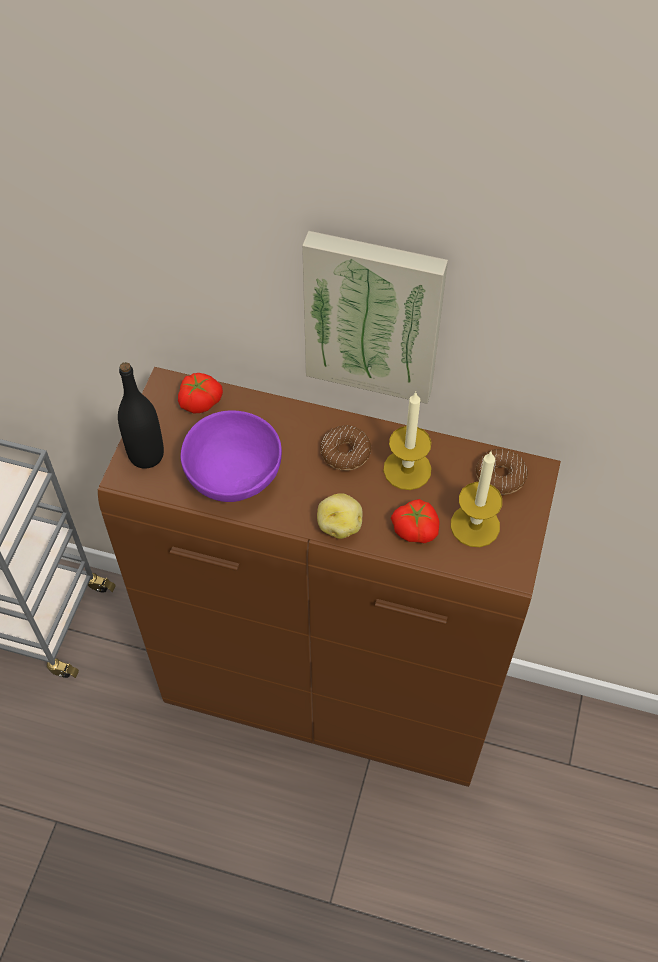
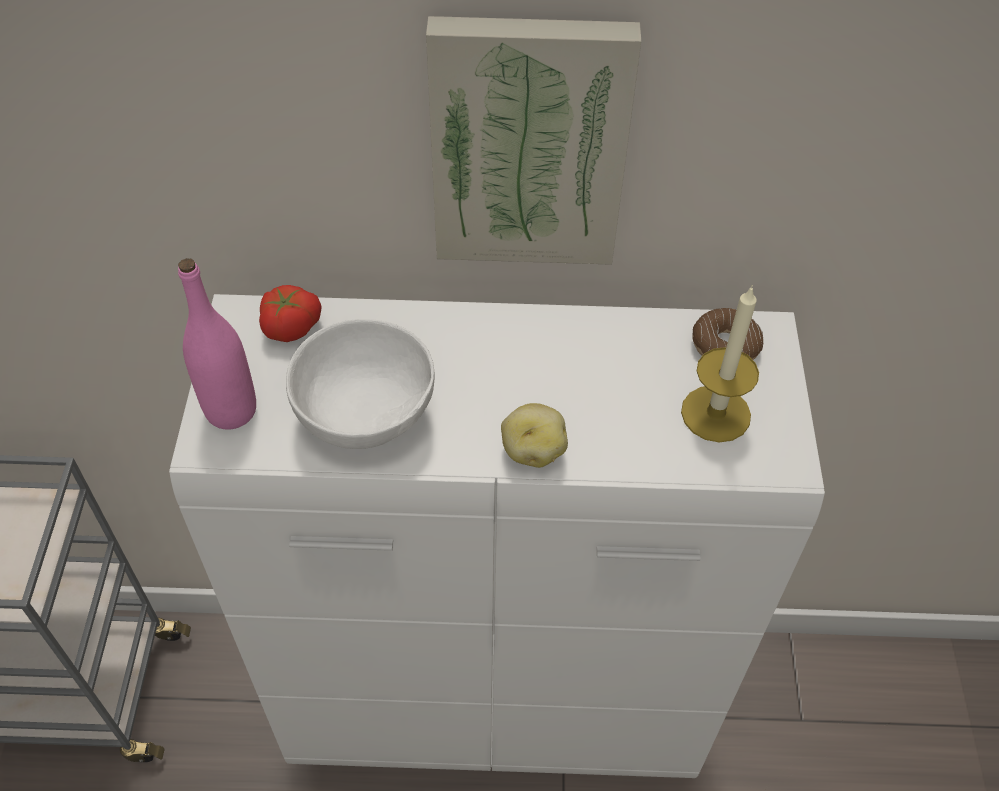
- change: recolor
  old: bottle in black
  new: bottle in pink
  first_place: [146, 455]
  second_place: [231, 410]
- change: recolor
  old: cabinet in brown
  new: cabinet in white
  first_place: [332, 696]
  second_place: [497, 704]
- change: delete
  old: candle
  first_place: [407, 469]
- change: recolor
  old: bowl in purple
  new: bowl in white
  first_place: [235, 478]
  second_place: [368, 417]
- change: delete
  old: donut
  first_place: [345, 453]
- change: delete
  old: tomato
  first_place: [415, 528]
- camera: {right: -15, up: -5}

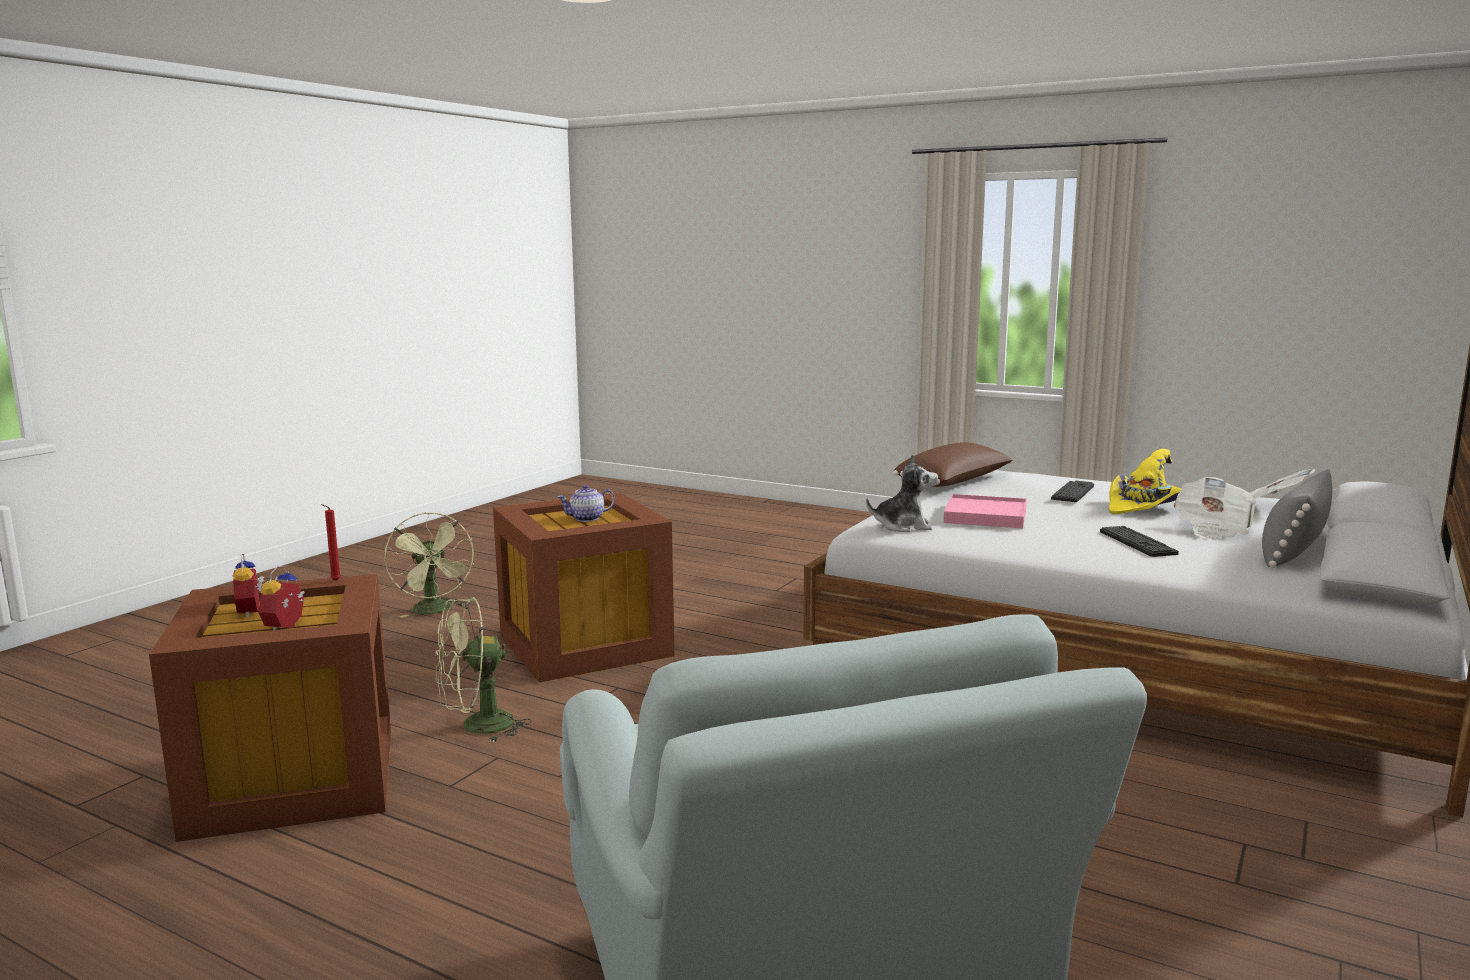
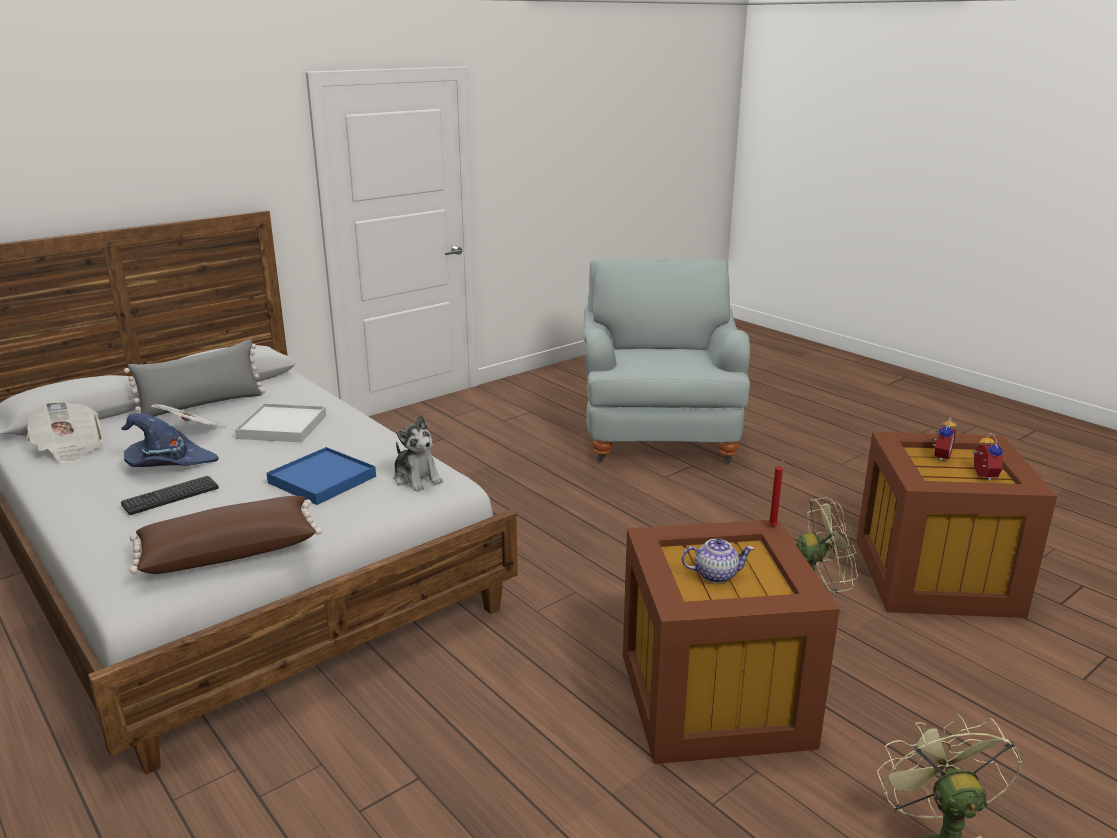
- change: recolor
  old: hat in yellow
  new: hat in blue
  first_place: [1144, 507]
  second_place: [168, 464]
- change: rotate
  old: plush toy
  first_place: [903, 526]
  second_place: [417, 478]
  degrees: -150
- change: recolor
  old: tray in pink
  new: tray in blue
  first_place: [985, 516]
  second_place: [322, 480]
- change: move
  old: candle in red
  first_place: [334, 581]
  second_place: [773, 526]
- change: replace
  old: keyboard
  new: tray in white
  first_place: [1137, 542]
  second_place: [282, 427]
- camera: {right: -160, up: 10}

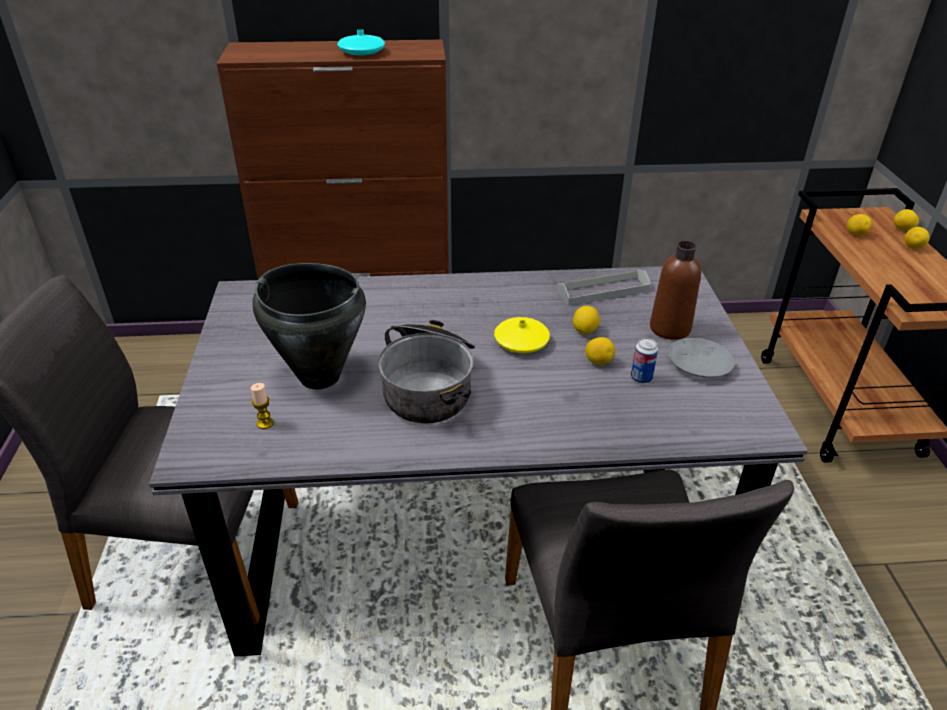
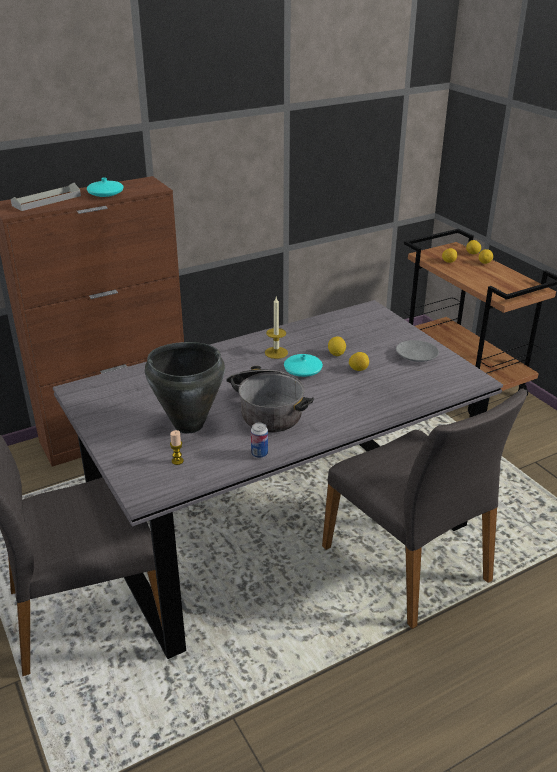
- change: delete
  old: bottle in brown
  first_place: [670, 328]
- change: move
  old: tray in grey
  first_place: [603, 290]
  second_place: [47, 200]
- change: recolor
  old: vase in yellow
  new: vase in turquoise
  first_place: [521, 342]
  second_place: [303, 370]
- change: move
  old: can
  first_place: [641, 378]
  second_place: [259, 454]
- change: insert
  new: candle
  second_place: [276, 352]
- camera: {right: -25, up: -5}

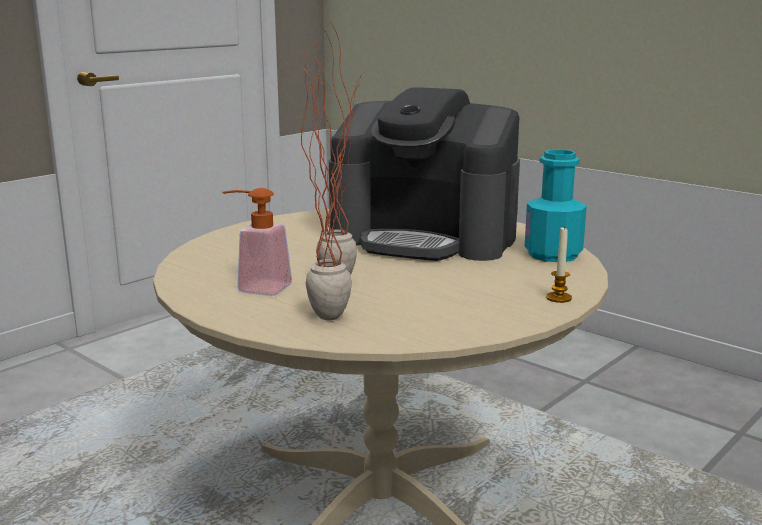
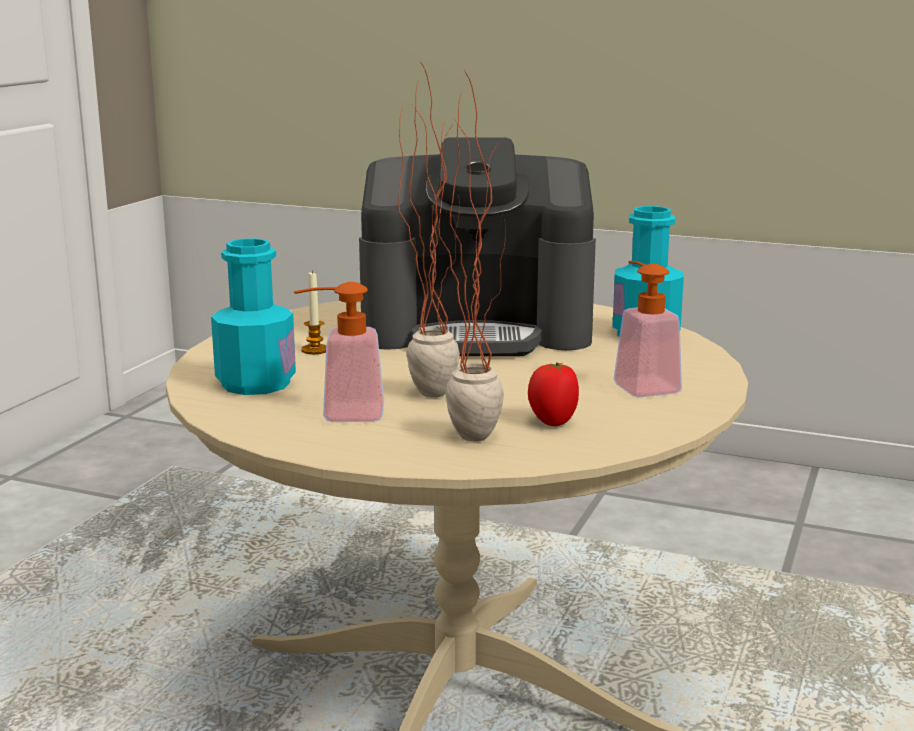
- change: move
  old: candle
  first_place: [558, 298]
  second_place: [315, 350]
- change: insert
  new: bottle in turquoise
  second_place: [256, 383]
- change: insert
  new: soap dispenser
  second_place: [641, 385]
- change: insert
  new: tomato
  second_place: [552, 422]
- camera: {right: -20, up: 0}

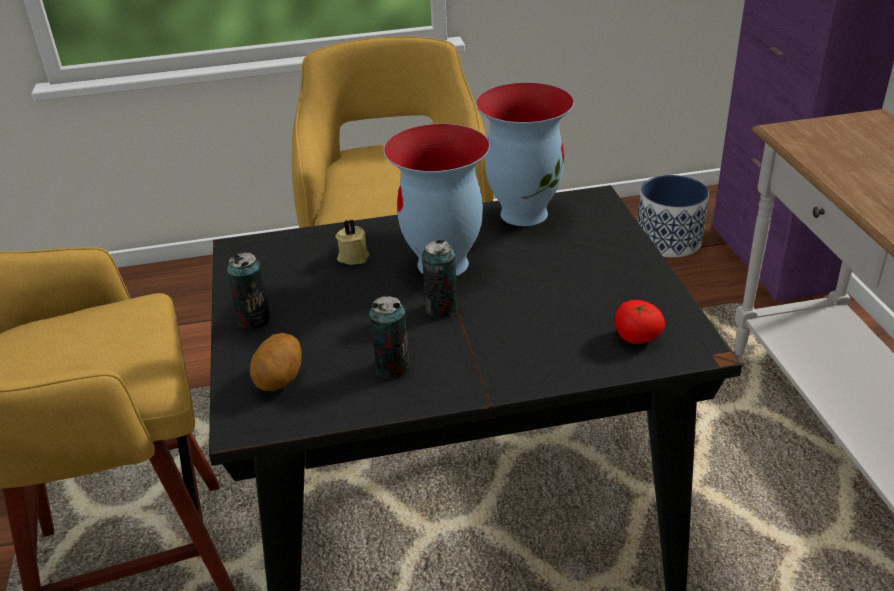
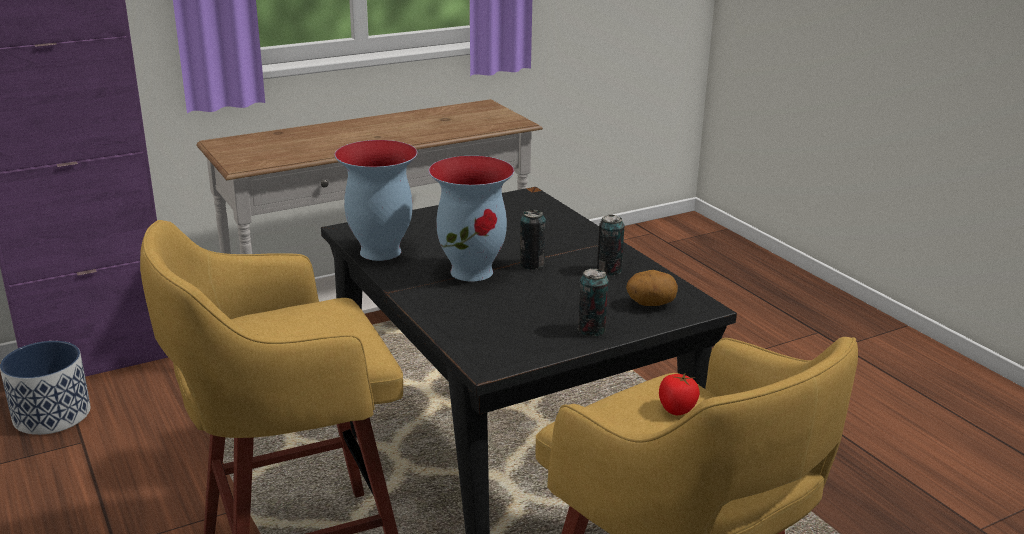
- change: delete
  old: candle in beige
  first_place: [353, 256]
- change: move
  old: tomato
  first_place: [636, 338]
  second_place: [677, 409]
- camera: {right: -110, up: -10}

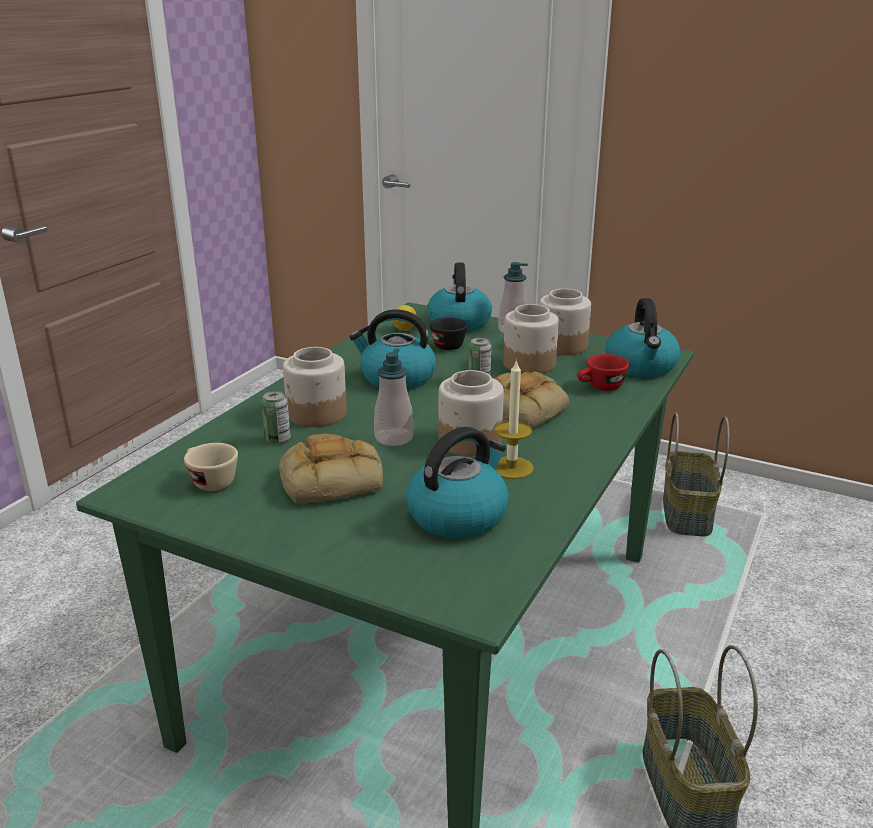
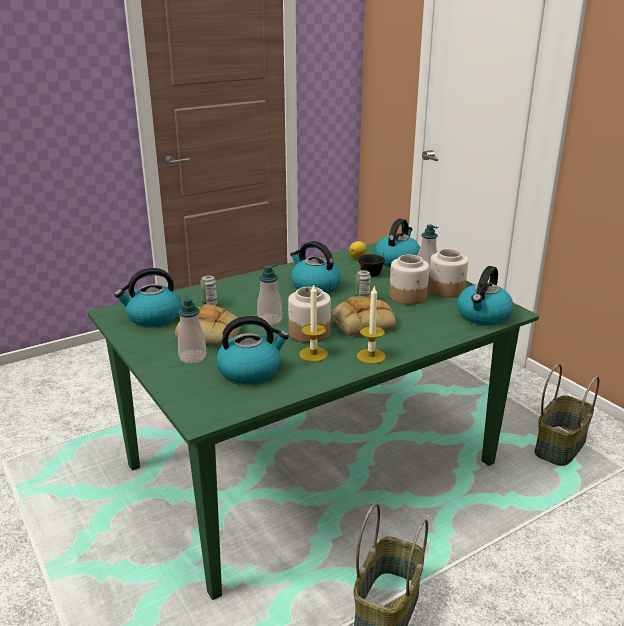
- change: delete
  old: jar
  first_place: [316, 414]
- change: delete
  old: cup in red
  first_place: [600, 387]
- change: replace
  old: cup in beige
  new: kettle
  first_place: [209, 481]
  second_place: [153, 317]
- change: insert
  new: candle
  second_place: [371, 356]
- change: insert
  new: soap dispenser
  second_place: [192, 357]
- camera: {right: 30, up: 0}

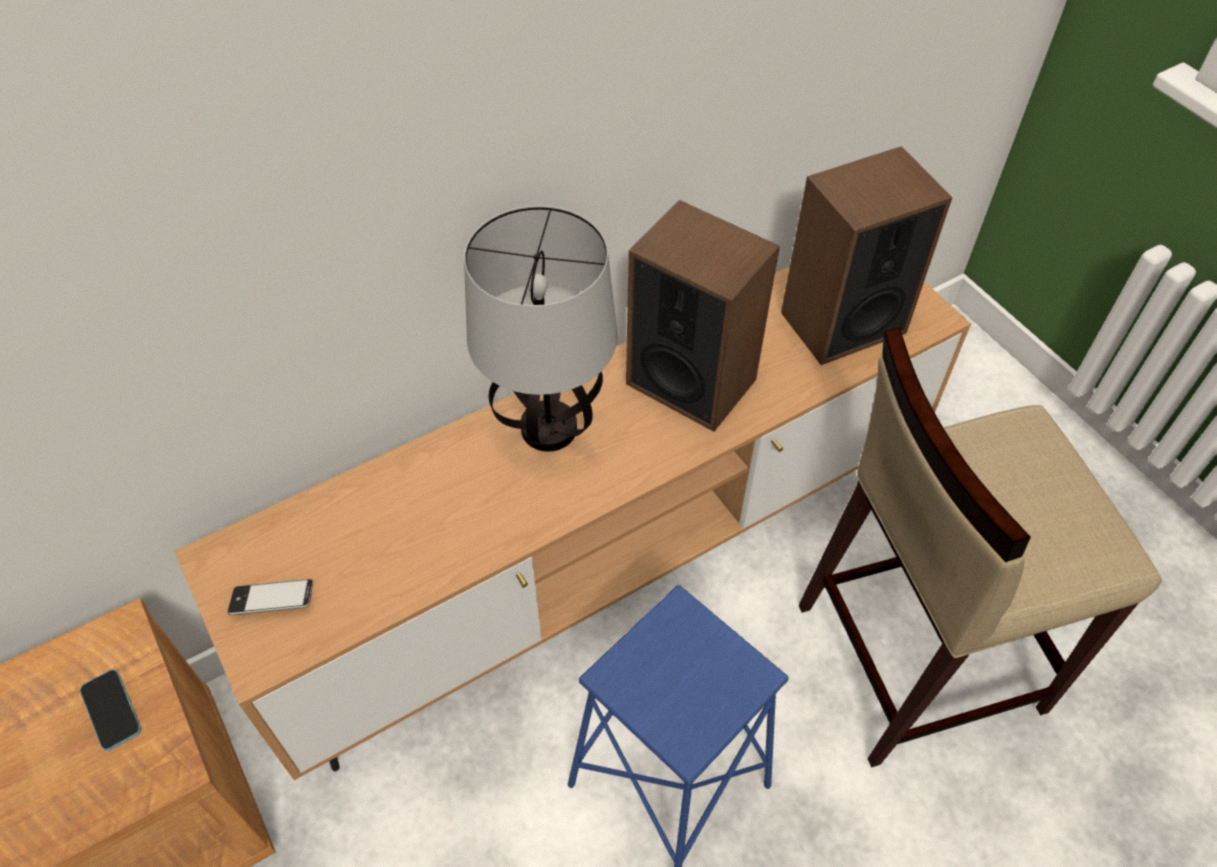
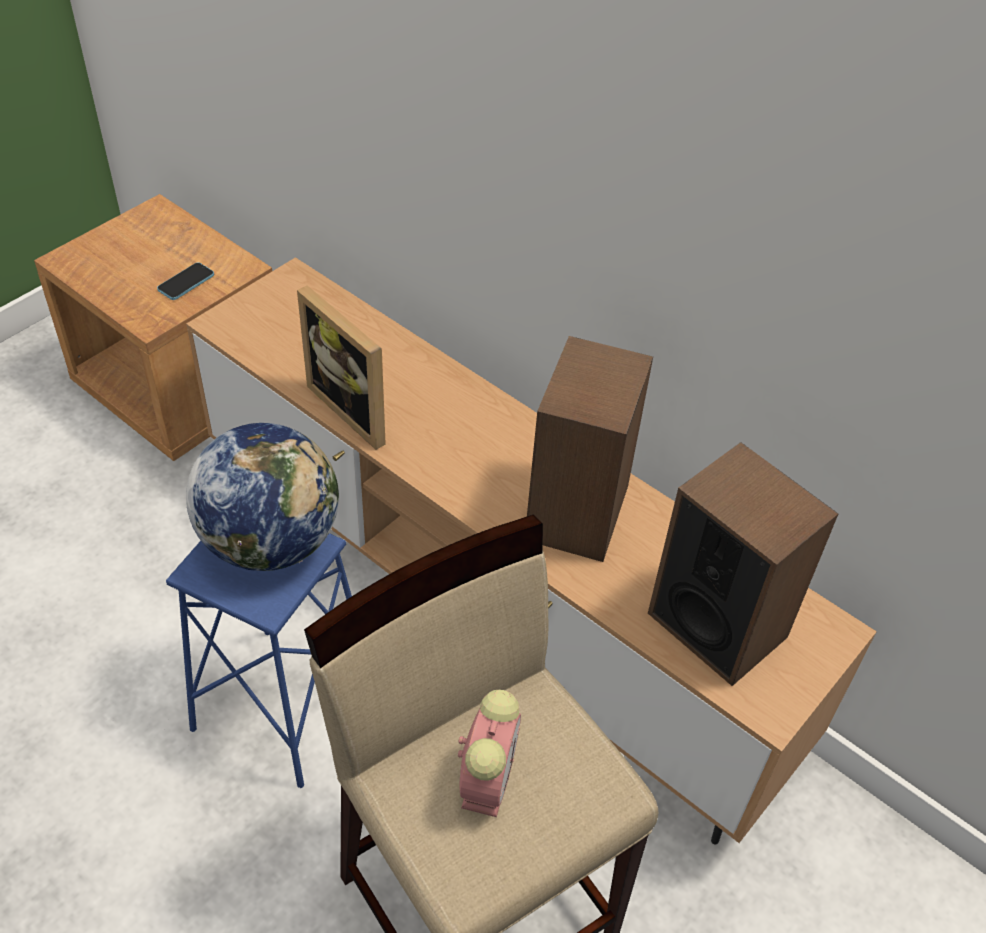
- change: delete
  old: table lamp
  first_place: [550, 429]
- change: delete
  old: phone
  first_place: [273, 600]
- change: insert
  new: picture frame
  second_place: [356, 408]
- change: insert
  new: globe
  second_place: [271, 541]
- change: insert
  new: alarm clock
  second_place: [487, 777]
- camera: {right: 70, up: -5}

